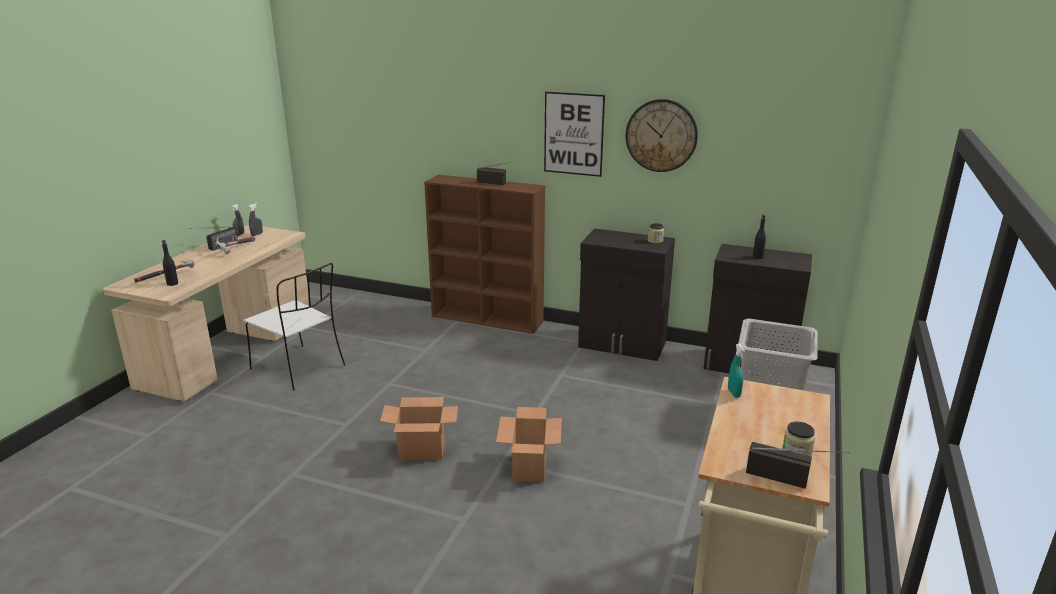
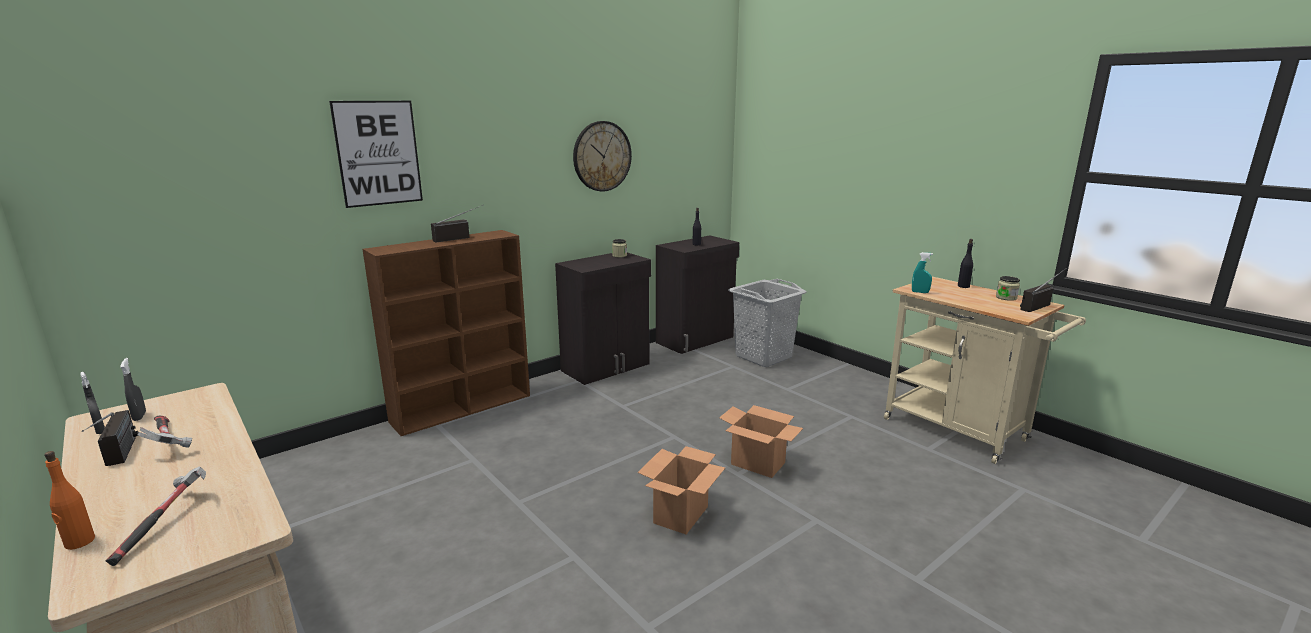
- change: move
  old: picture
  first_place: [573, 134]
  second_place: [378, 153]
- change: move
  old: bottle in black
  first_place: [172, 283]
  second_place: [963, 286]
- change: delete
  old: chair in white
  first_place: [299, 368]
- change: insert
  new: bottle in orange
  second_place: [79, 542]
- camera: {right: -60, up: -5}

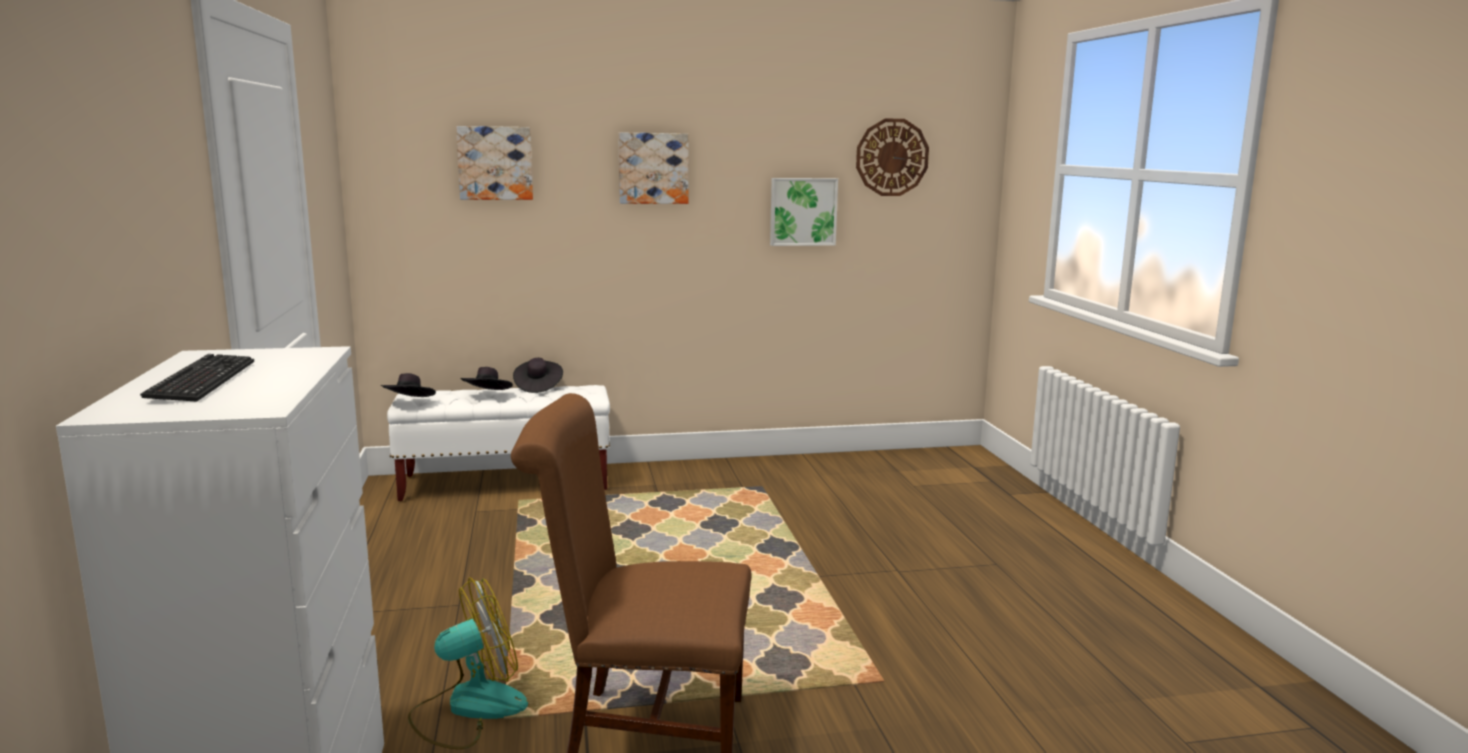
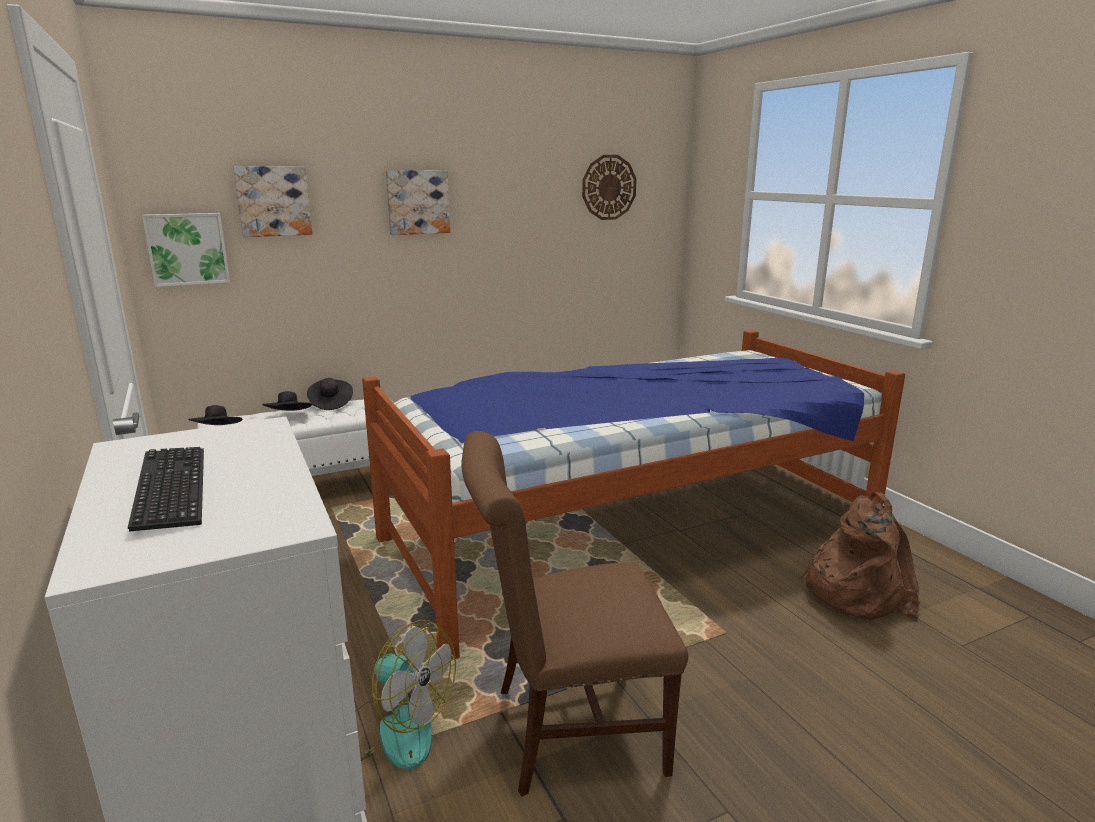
- change: move
  old: picture
  first_place: [802, 211]
  second_place: [187, 249]
- change: rotate
  old: fan
  first_place: [468, 708]
  second_place: [393, 731]
  degrees: 75
- change: insert
  new: bed
  second_place: [628, 533]
- change: insert
  new: backpack in brown
  second_place: [854, 591]
- camera: {right: -15, up: 5}

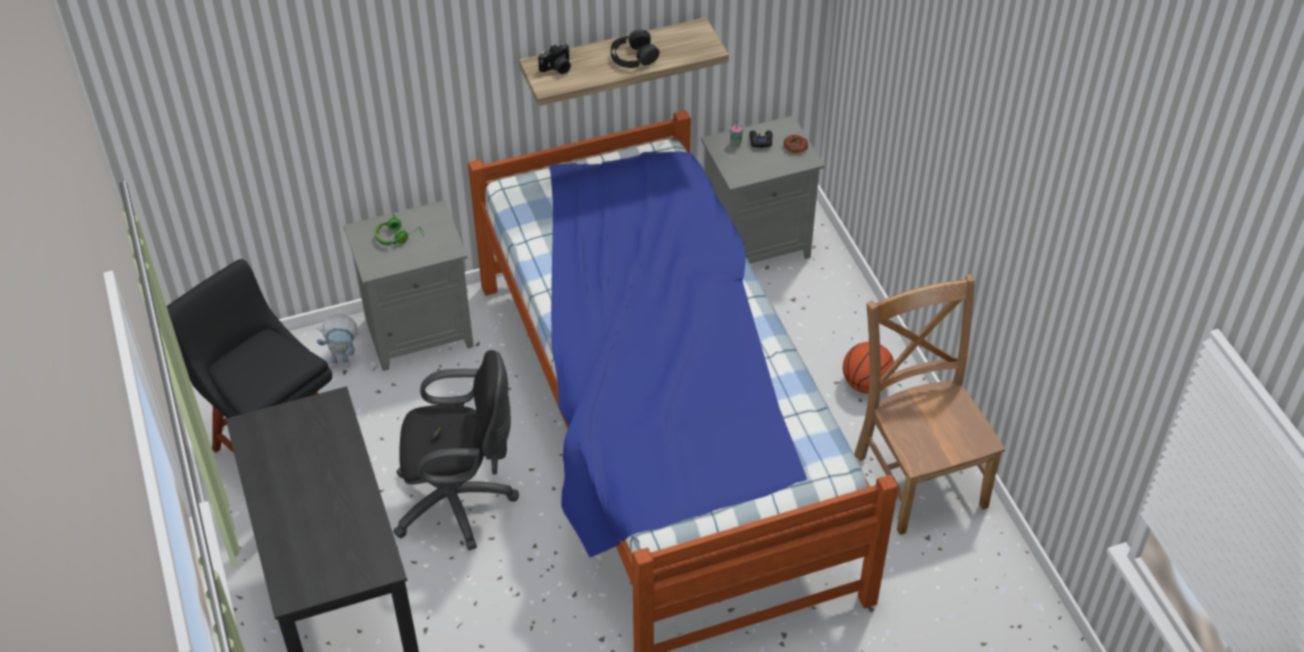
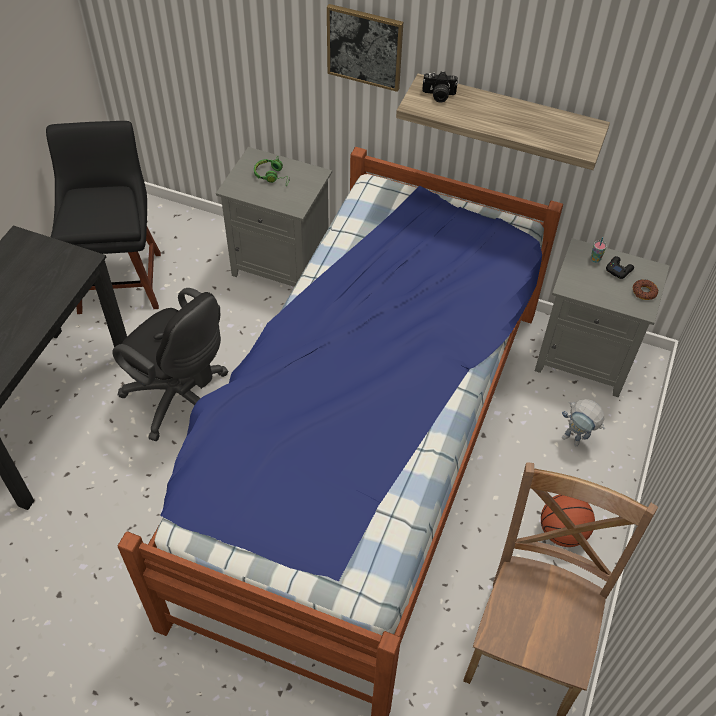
- change: delete
  old: headphones in black
  first_place: [633, 56]
- change: move
  old: toy robot
  first_place: [346, 362]
  second_place: [576, 441]
- change: insert
  new: picture
  second_place: [365, 47]
- camera: {right: 40, up: 5}

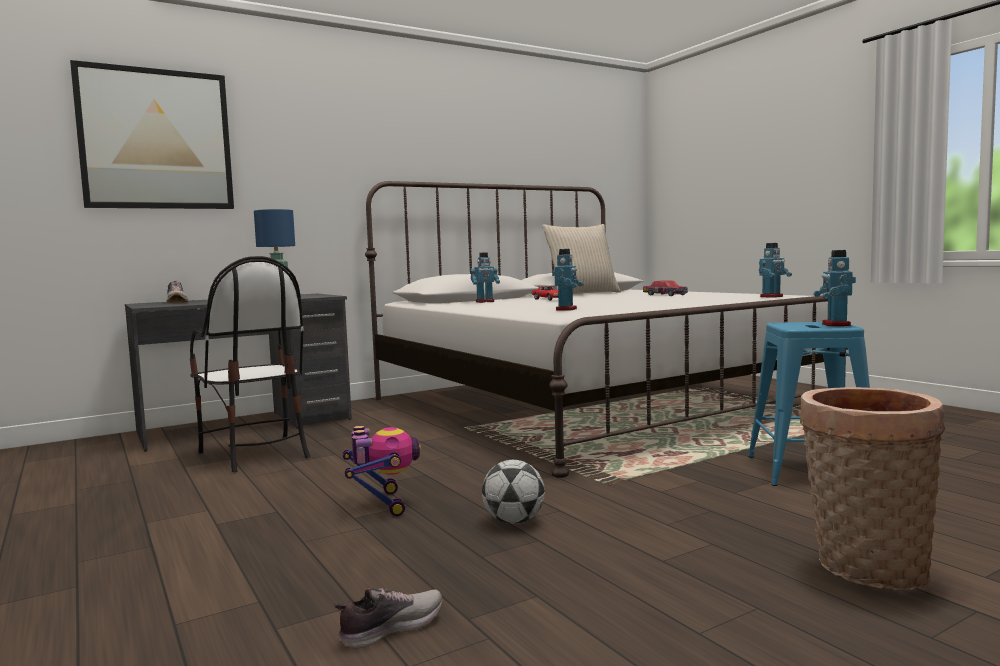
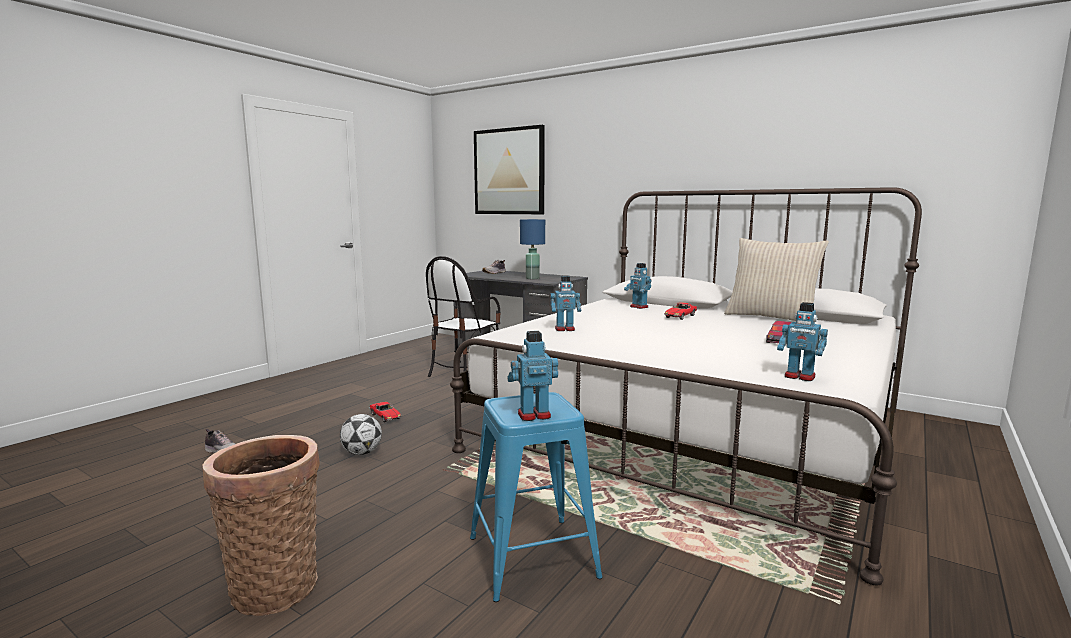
- change: replace
  old: toy robot
  new: toy car
  first_place: [382, 504]
  second_place: [385, 417]
- camera: {right: 65, up: 5}

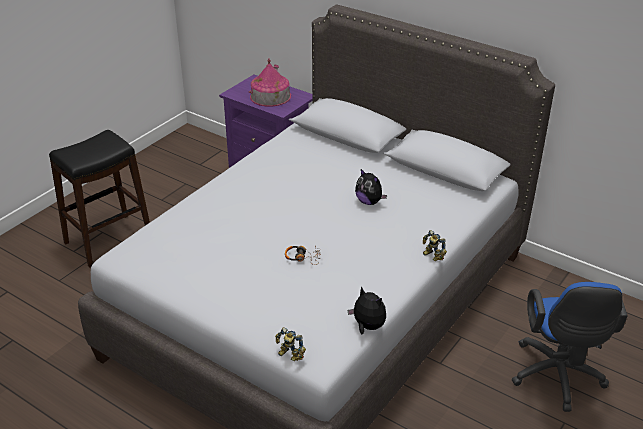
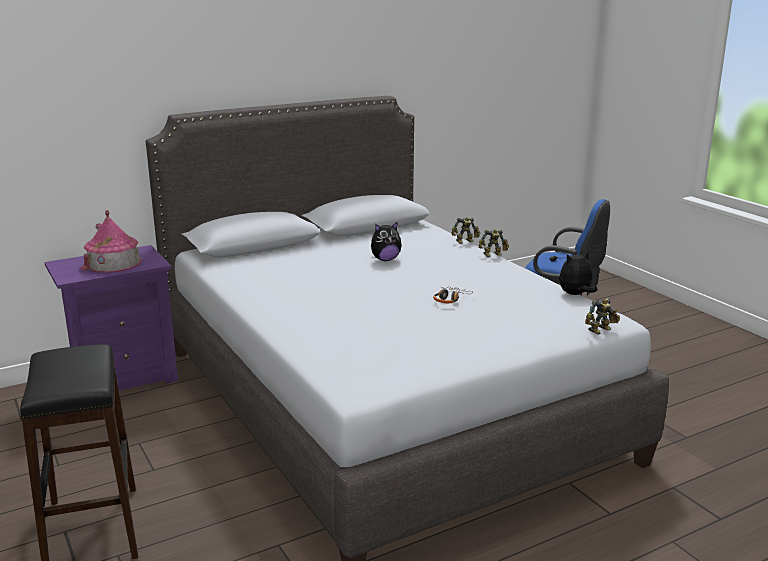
- change: insert
  new: toy robot
  second_place: [465, 242]
- camera: {right: -65, up: -15}

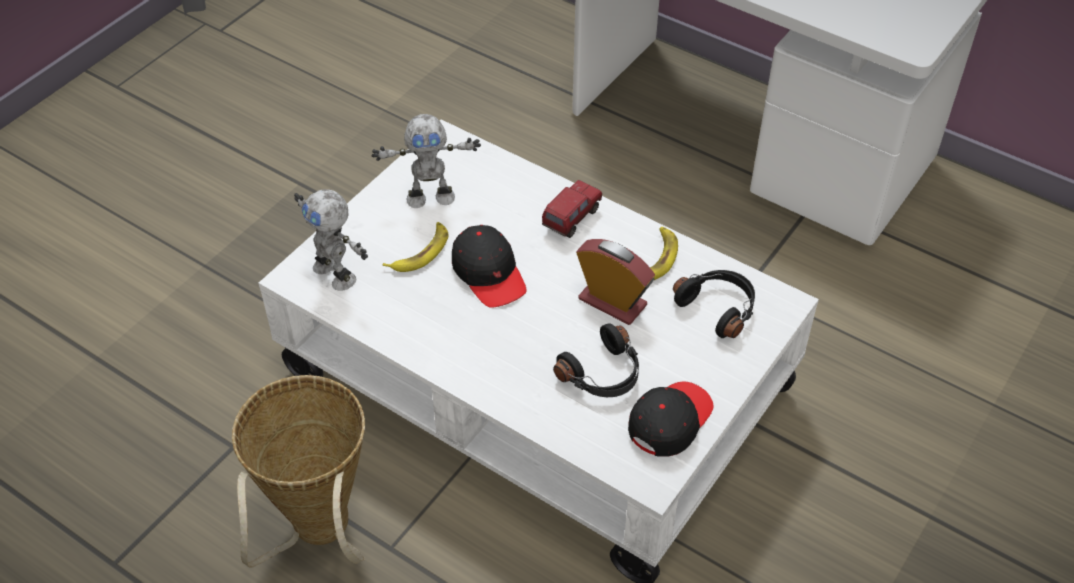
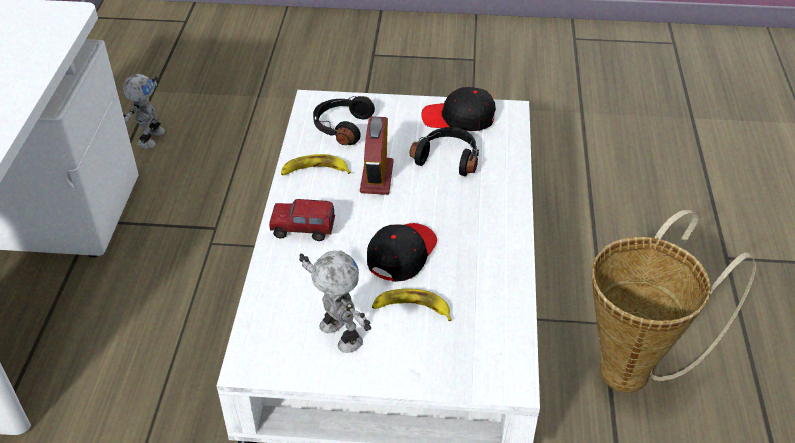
- change: move
  old: toy robot
  first_place: [336, 273]
  second_place: [150, 138]
- camera: {right: -120, up: -5}

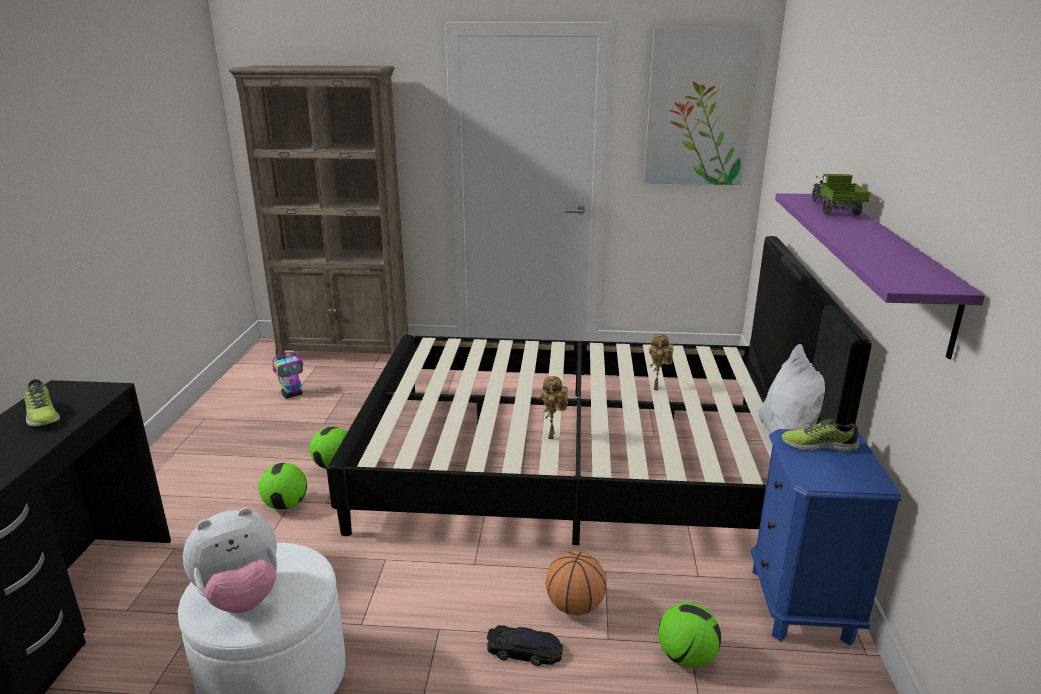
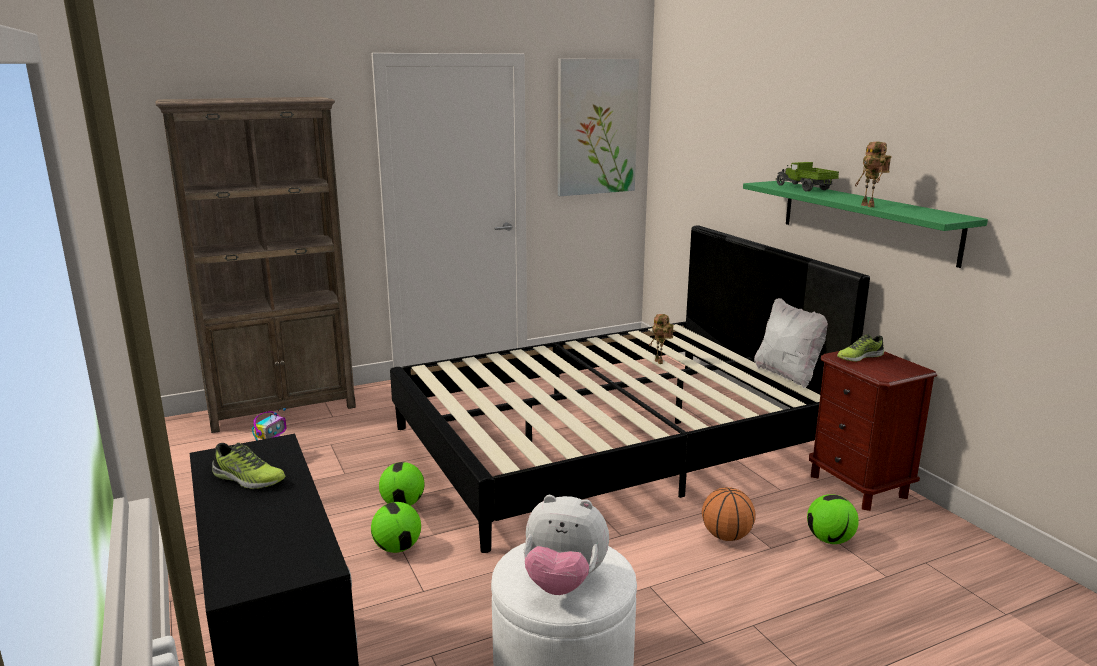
- change: recolor
  old: shelf in purple
  new: shelf in green
  first_place: [887, 264]
  second_place: [866, 220]
- change: move
  old: toy robot
  first_place: [553, 436]
  second_place: [869, 206]
- change: recolor
  old: nightstand in blue
  new: nightstand in brown
  first_place: [801, 605]
  second_place: [858, 486]
- change: rotate
  old: plush toy
  first_place: [241, 597]
  second_place: [563, 582]
  degrees: 75
- change: delete
  old: toy car in black
  first_place: [524, 650]
- camera: {right: -30, up: -5}

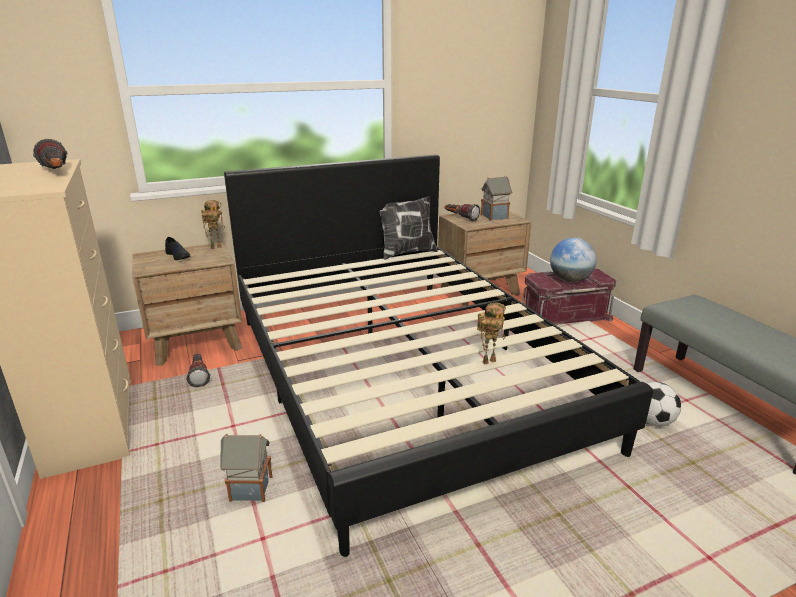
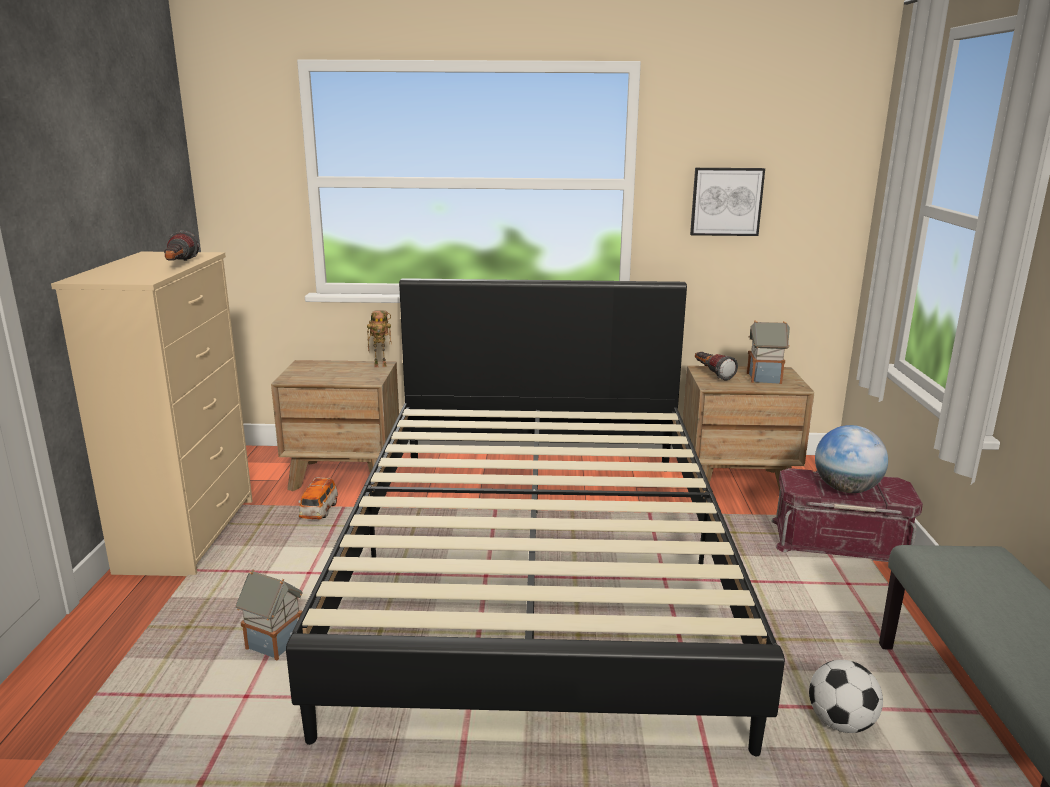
- change: delete
  old: pillow
  first_place: [405, 253]
- change: delete
  old: shoe in black
  first_place: [178, 256]
- change: delete
  old: toy robot
  first_place: [489, 360]
- change: replace
  old: flashlight
  new: toy car
  first_place: [199, 376]
  second_place: [319, 511]
- change: insert
  new: picture
  second_place: [726, 201]
- camera: {right: 25, up: -5}

